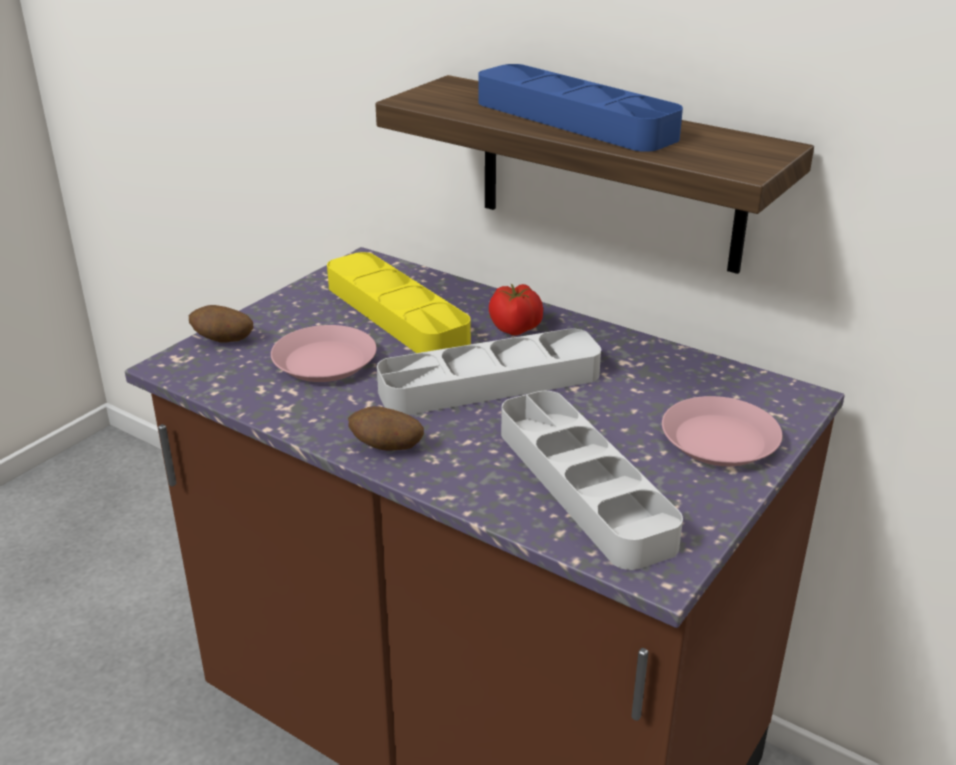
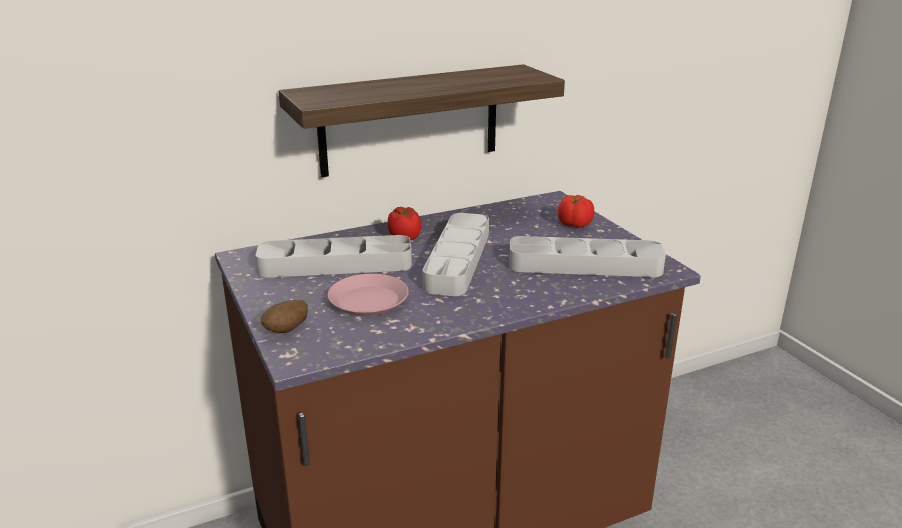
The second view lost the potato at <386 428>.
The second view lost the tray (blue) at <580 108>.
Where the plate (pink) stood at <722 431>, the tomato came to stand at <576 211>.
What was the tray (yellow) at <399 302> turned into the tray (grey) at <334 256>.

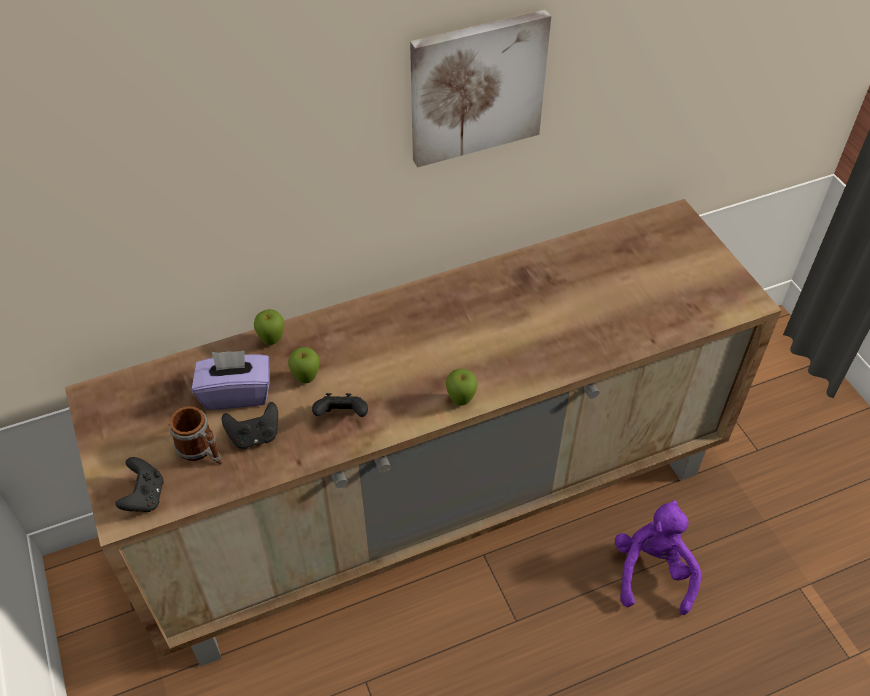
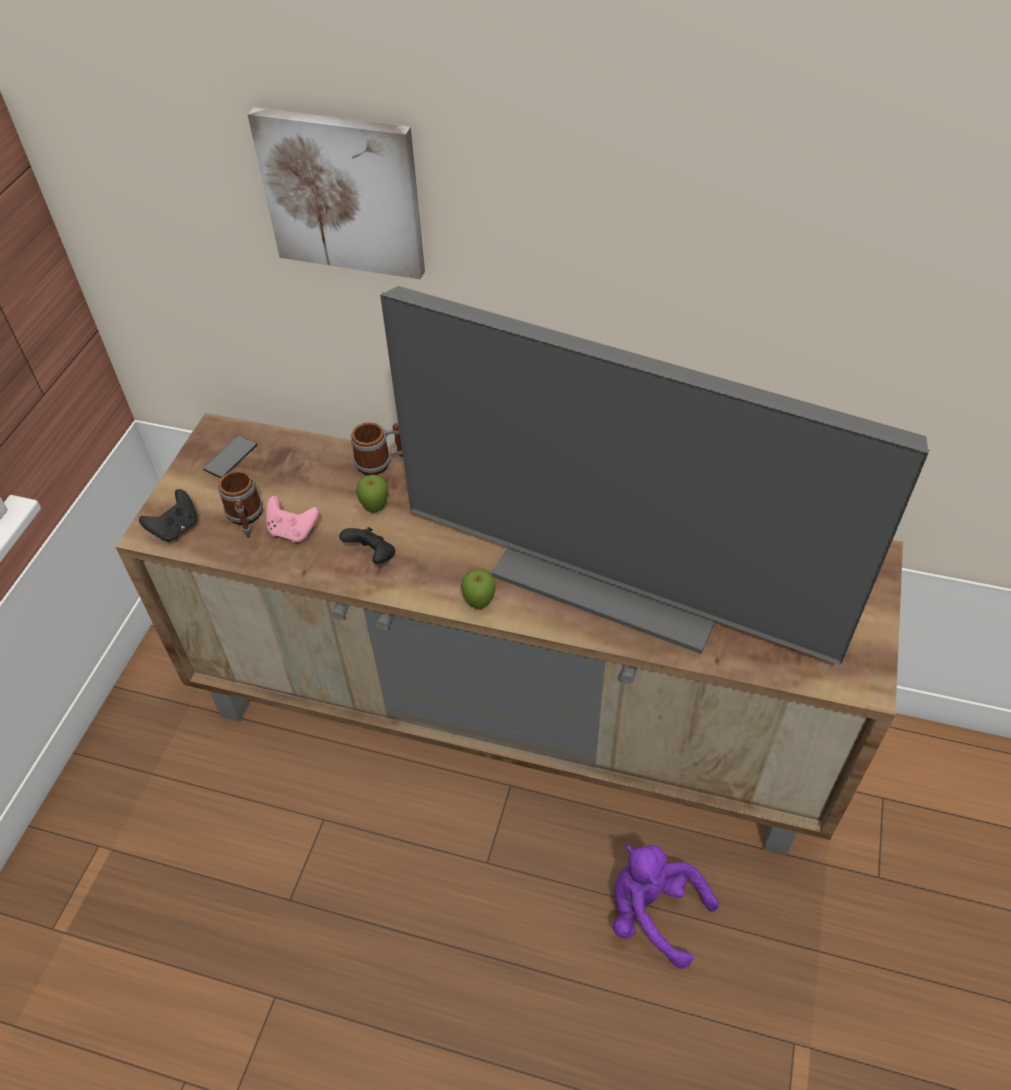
The second view lost the tissue box (purple) at <230 380>.
The second view gained the phone at <230 456>.
The second view gained the television at <655 475>.
The picture ended up elsewhere, having gone from <480 89> to <336 193>.
Where the apple stood at <269 327>, the mug came to stand at <377 448>.
What was the game controller (black) at <250 425> turned into the game controller (pink) at <292 519>.
The plush toy (purple) at <658 557> ended up facing another way, 105 degrees counterclockwise from before.

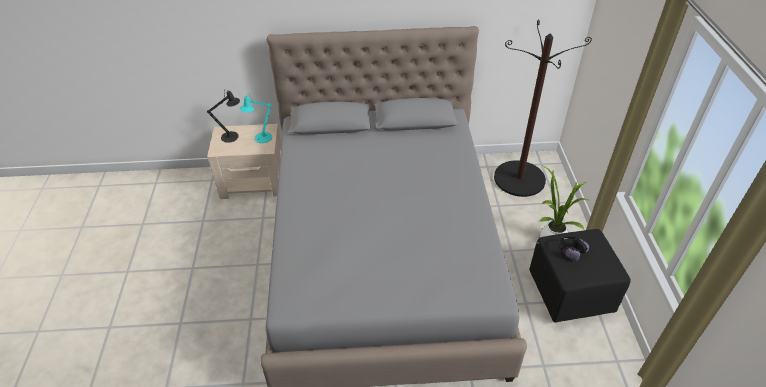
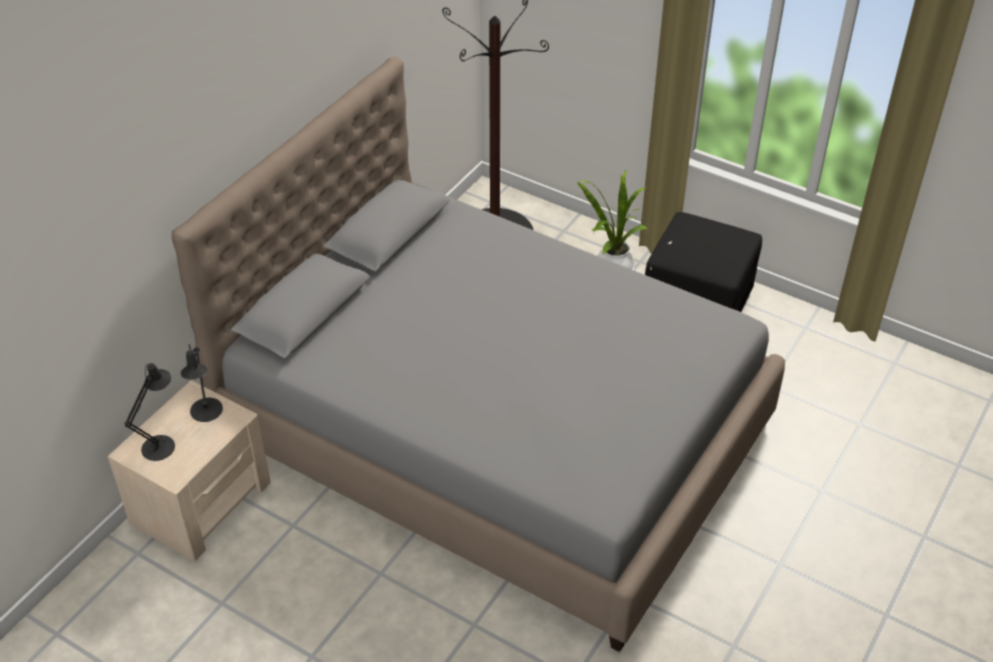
The second view lost the headphones at <573 248>.
What was the table lamp (turquoise) at <256 118> turned into the table lamp (black) at <202 383>.

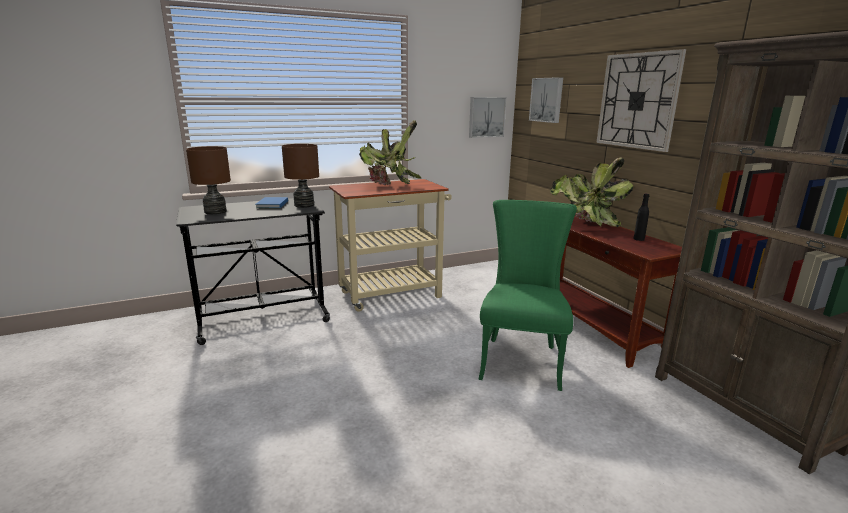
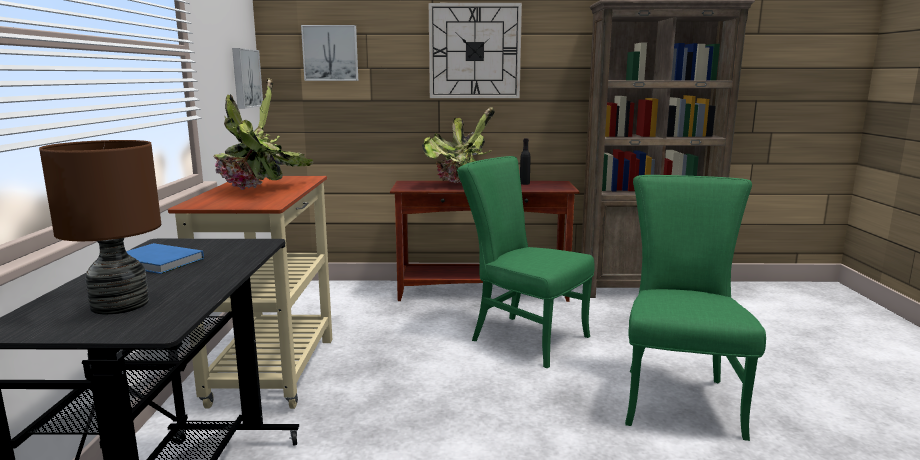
The second view lost the table lamp (brown) at <300 176>.
The second view gained the chair (green) at <695 308>.

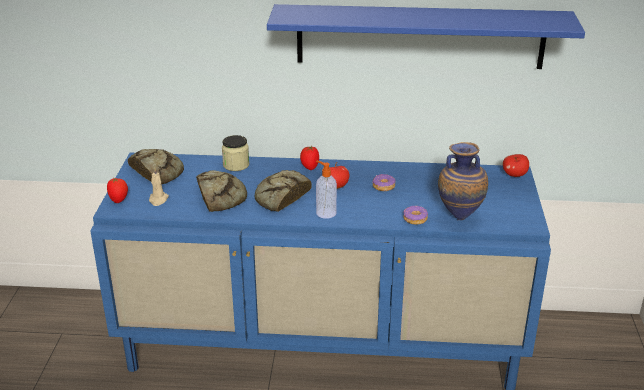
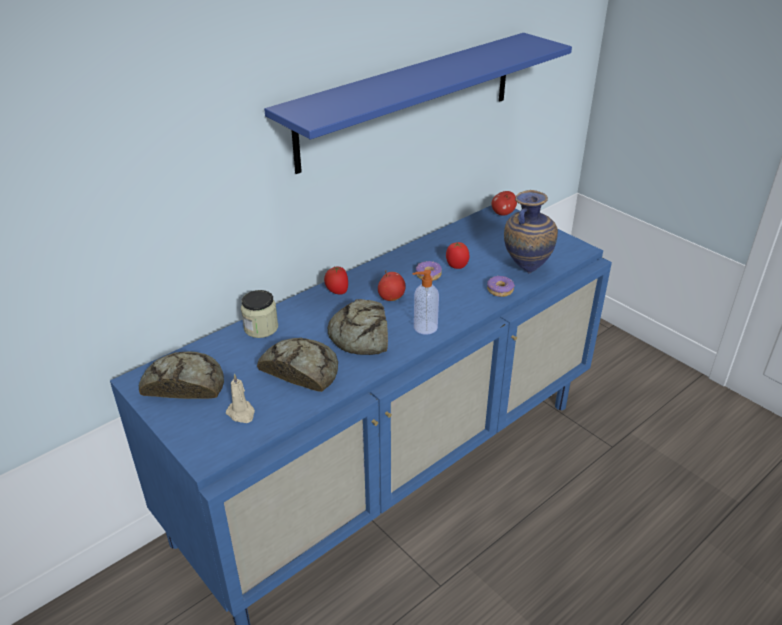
The tomato ended up elsewhere, having gone from <117 190> to <458 255>.

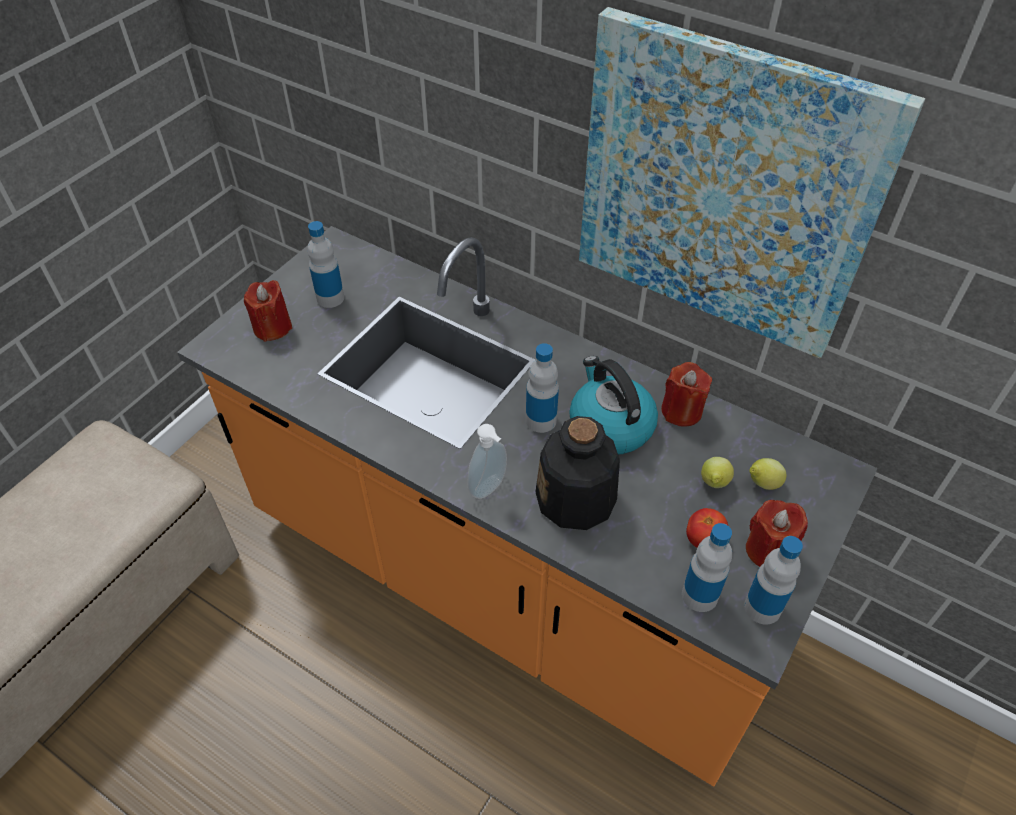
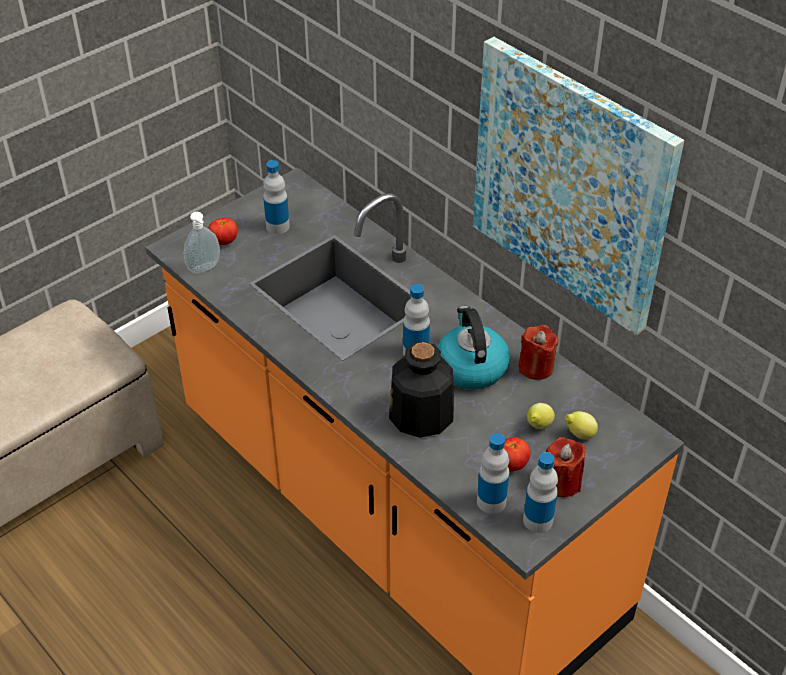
The soap dispenser ended up elsewhere, having gone from <487 461> to <202 243>.
Where the candle (red) stood at <268 311>, the tomato came to stand at <222 231>.

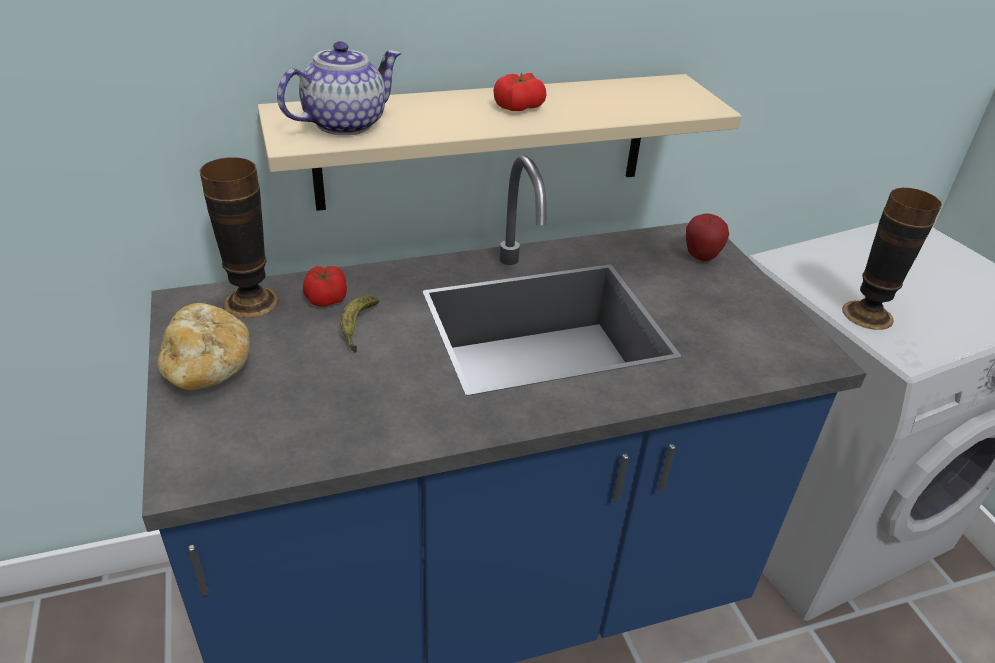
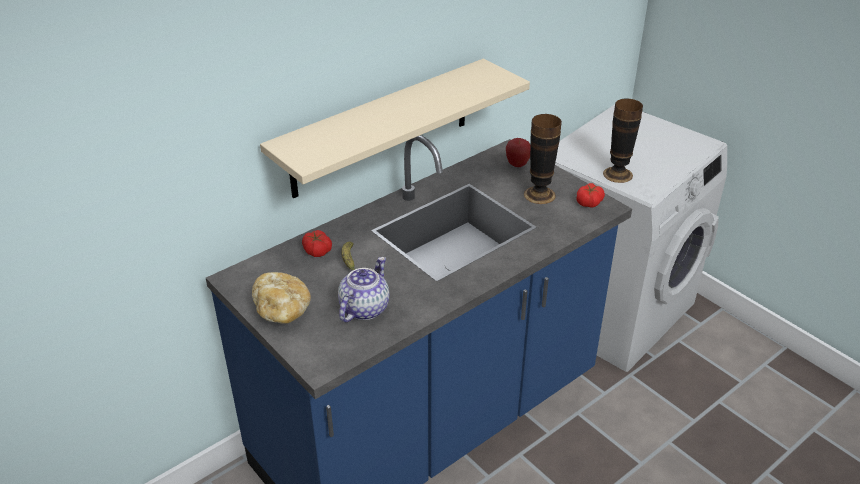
The vase ended up elsewhere, having gone from <240 237> to <543 159>.
The teapot ended up elsewhere, having gone from <339 88> to <363 289>.
The tomato ended up elsewhere, having gone from <519 91> to <590 195>.

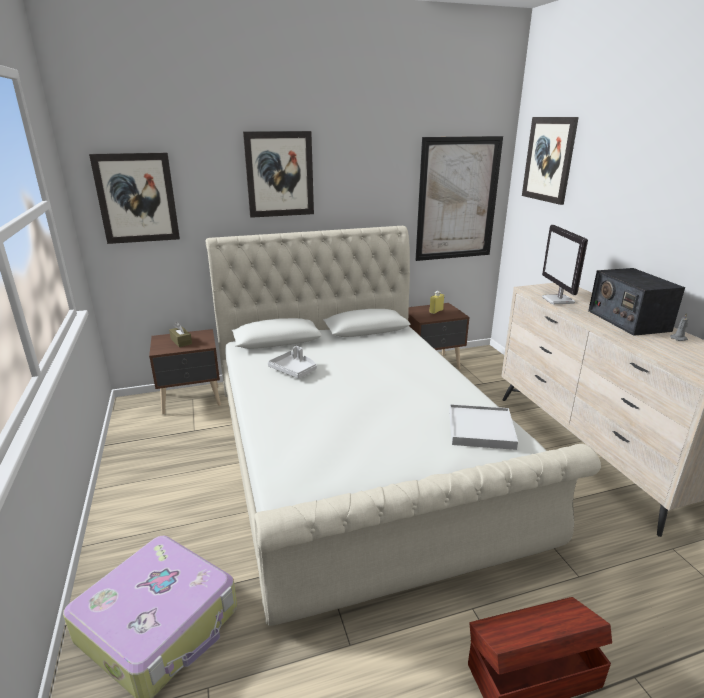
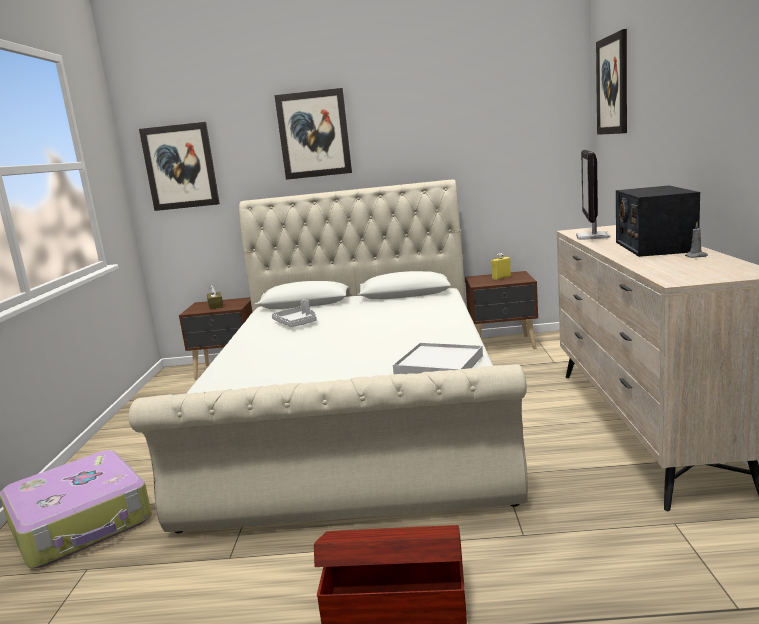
The second view lost the picture at <459 198>.

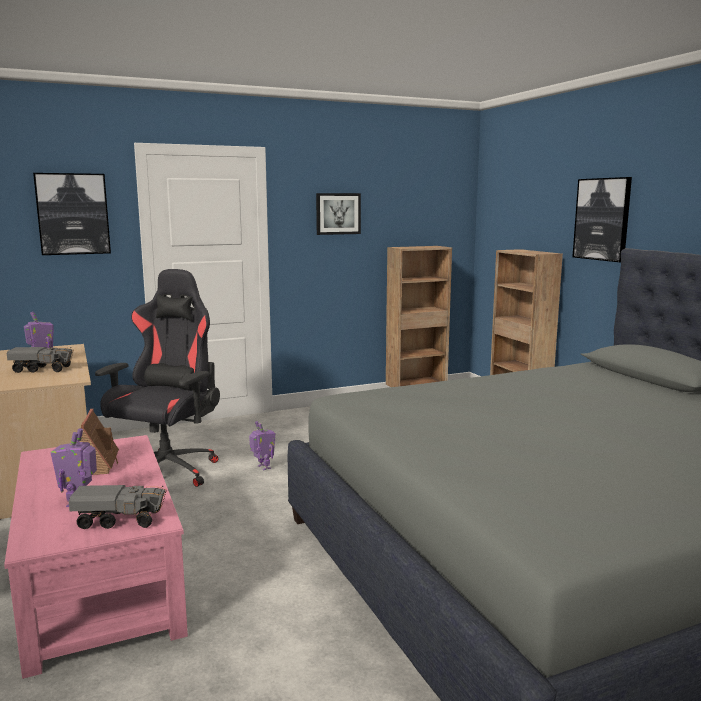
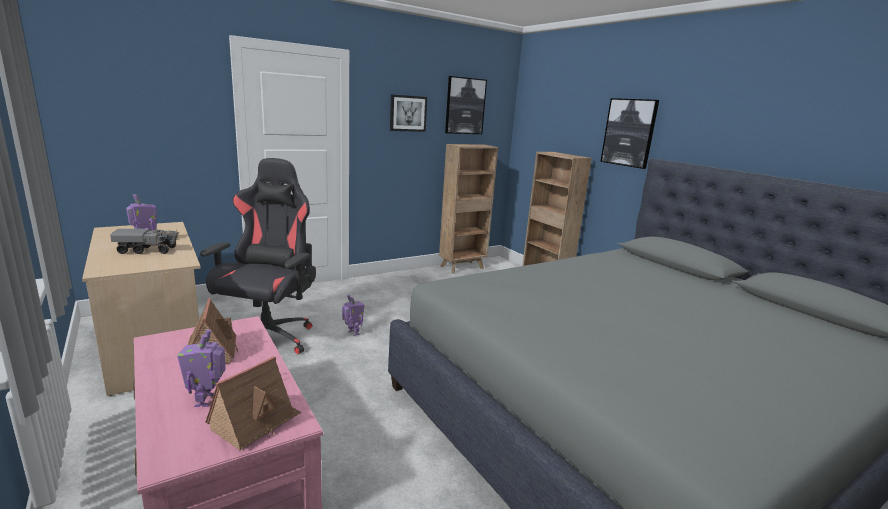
The picture ended up elsewhere, having gone from <72 214> to <466 105>.
Where the toy truck stood at <118 507>, the toy house came to stand at <253 403>.

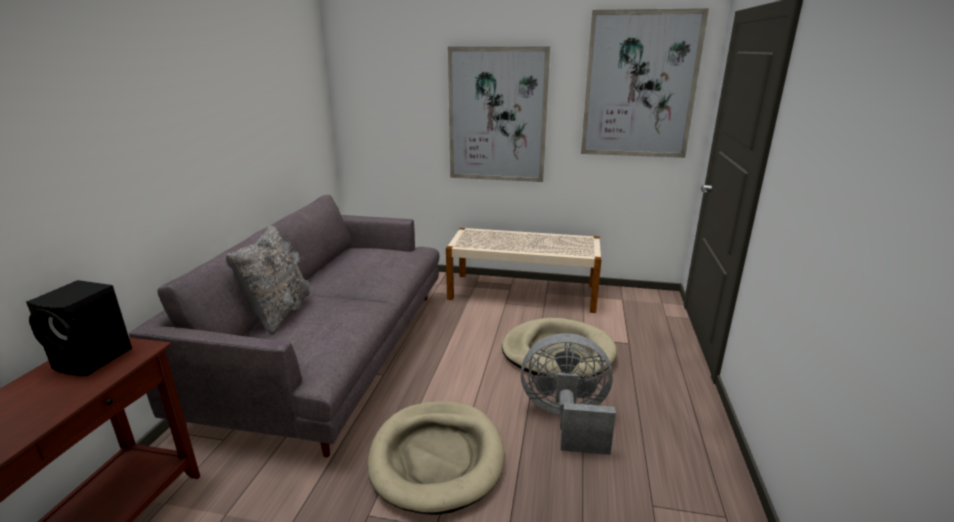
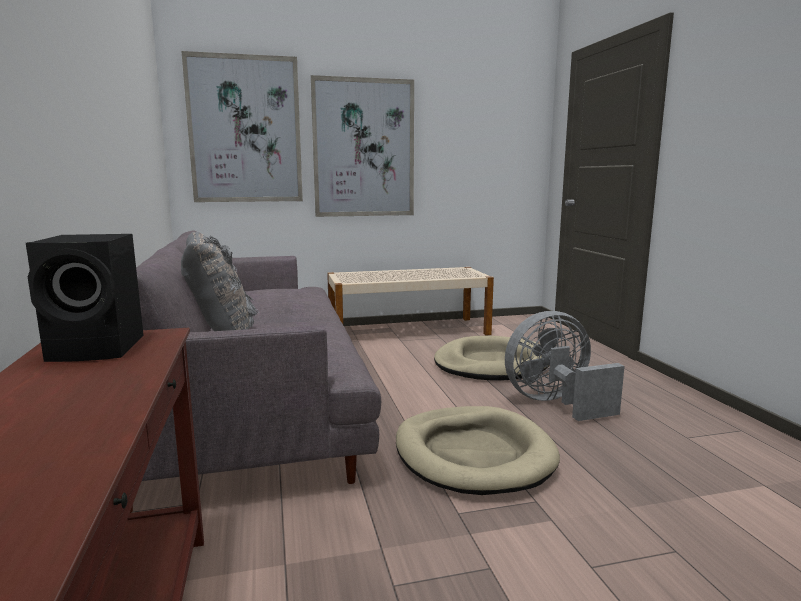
The picture ended up elsewhere, having gone from <645 83> to <242 126>.

